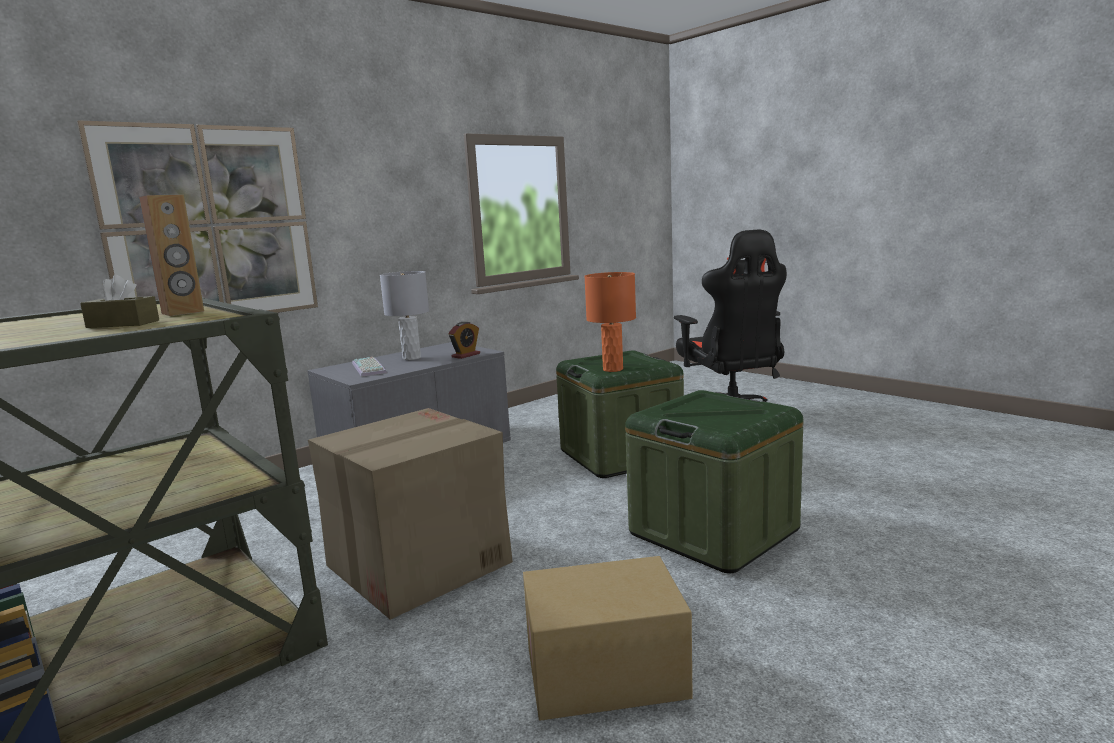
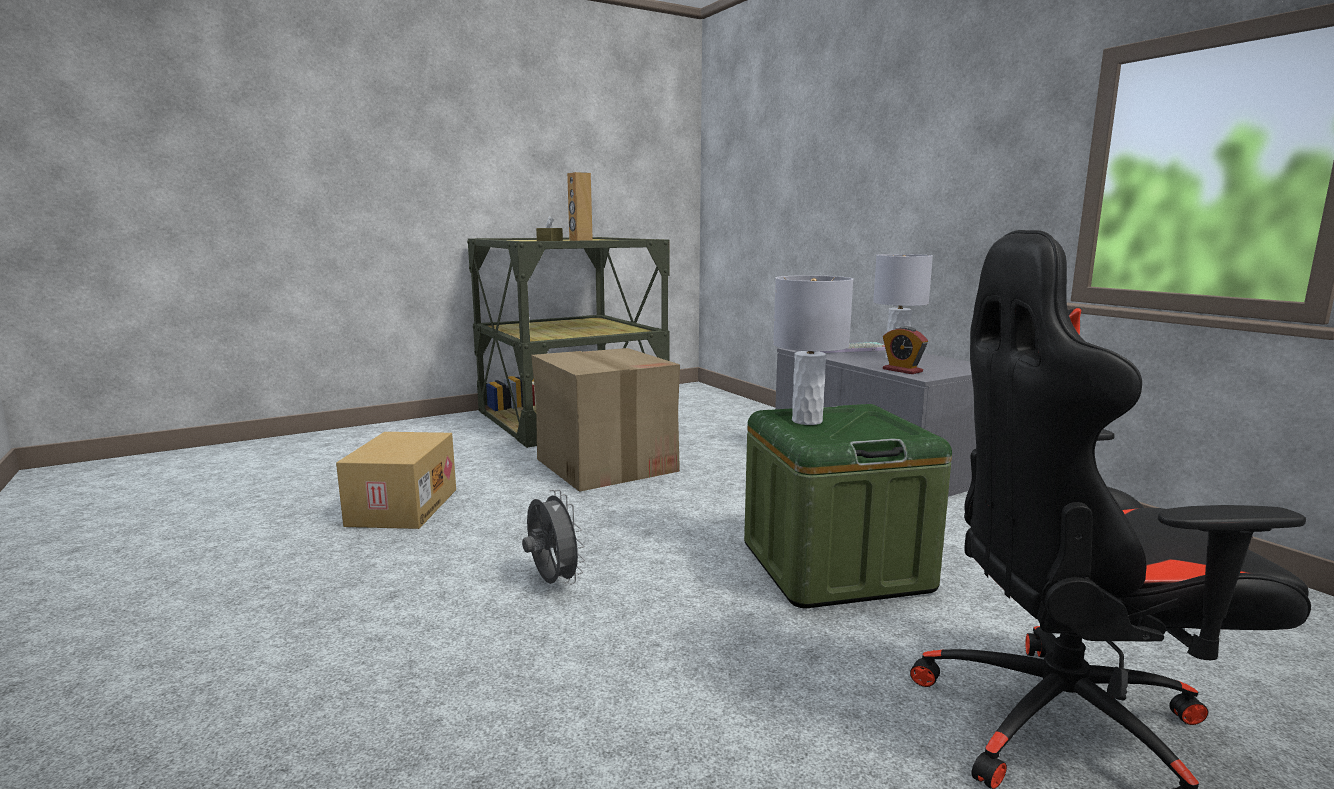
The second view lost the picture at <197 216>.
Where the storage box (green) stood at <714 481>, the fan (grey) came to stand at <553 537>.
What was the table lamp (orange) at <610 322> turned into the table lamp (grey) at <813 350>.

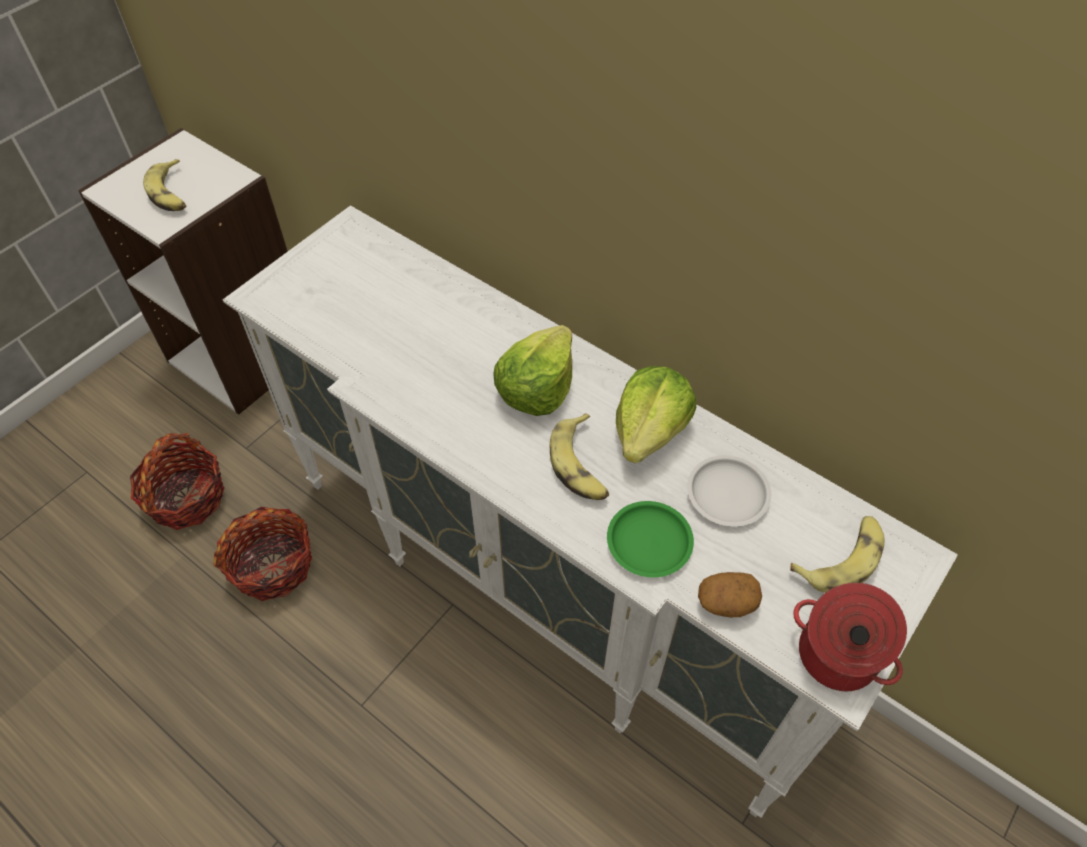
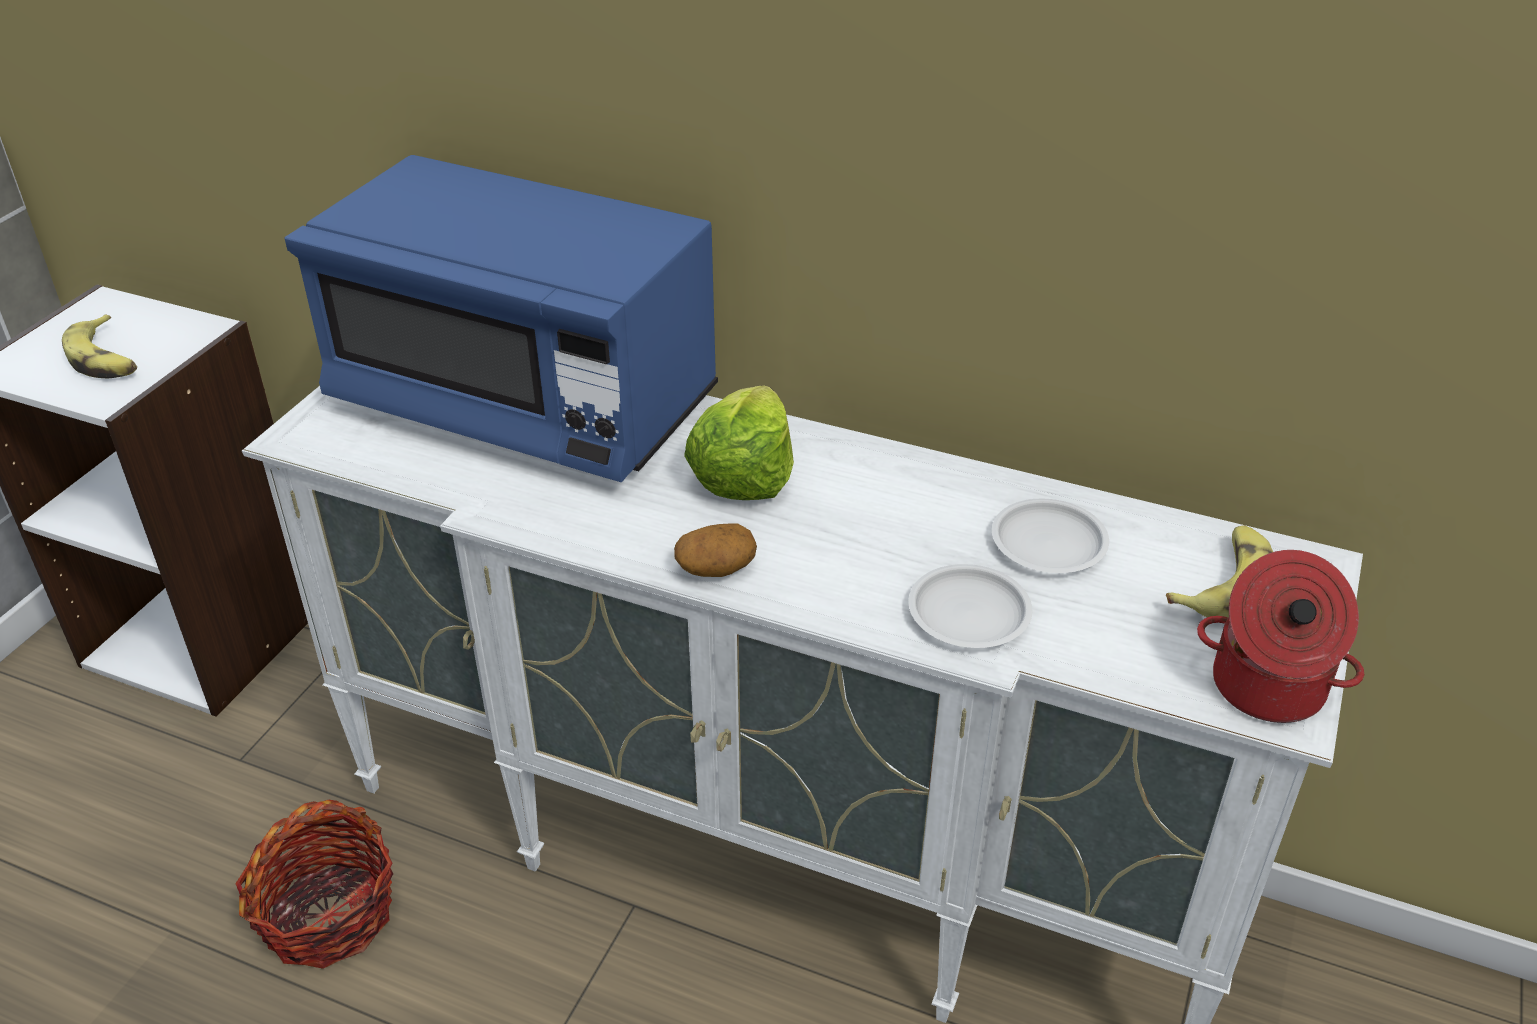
The second view lost the basket at <177 481>.
The second view lost the banana at <579 456>.
The second view lost the lettuce at <656 414>.
The second view gained the microwave (blue) at <501 318>.
The potato ended up elsewhere, having gone from <730 595> to <715 550>.
What was the plate (green) at <650 539> turned into the plate (white) at <970 606>.

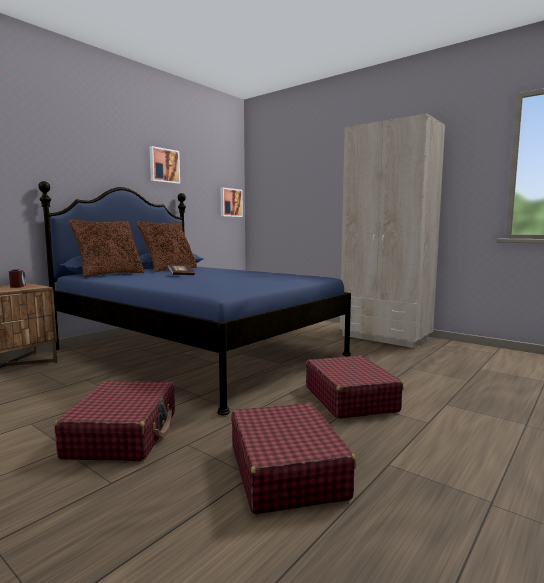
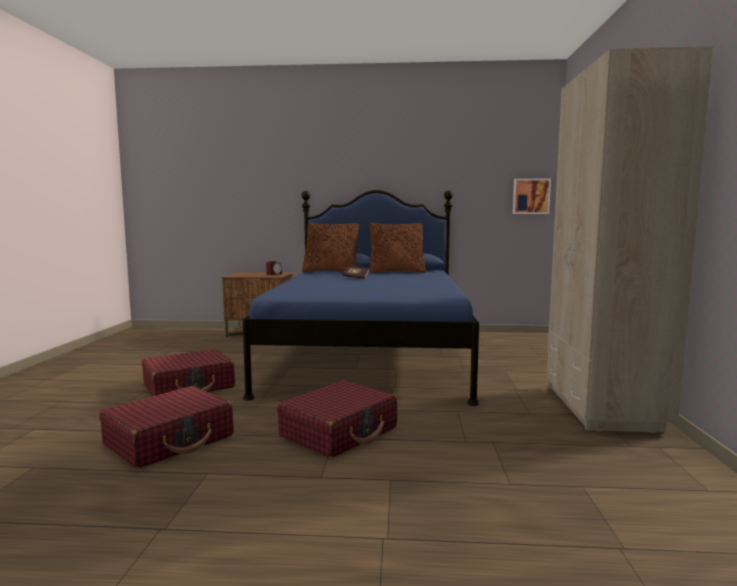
The second view lost the picture at <165 165>.

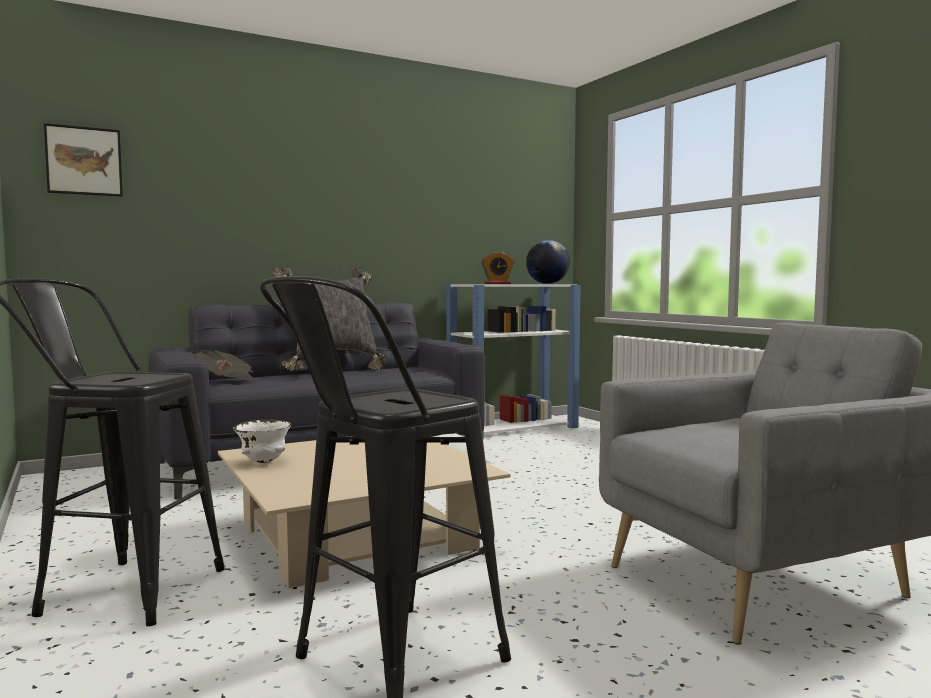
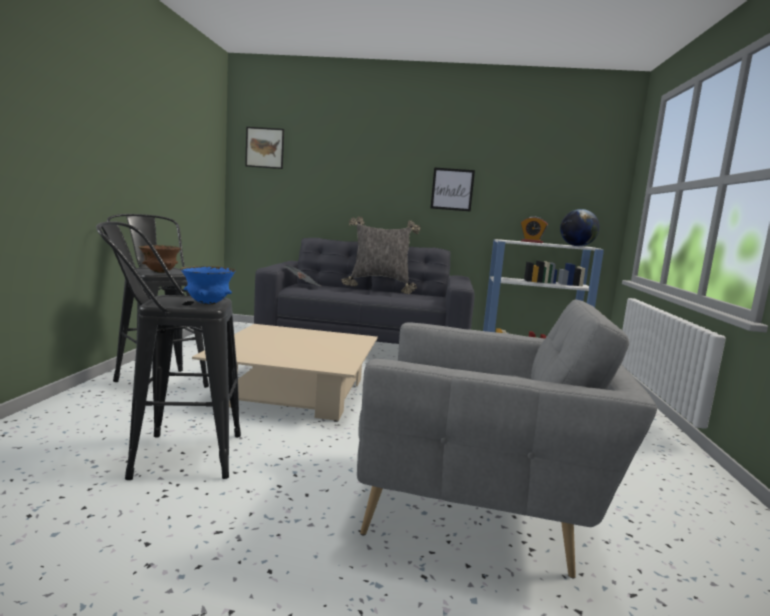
The second view lost the bowl (white) at <262 441>.
The second view gained the bowl (brown) at <160 259>.
The second view gained the bowl (blue) at <208 285>.
The second view gained the picture at <453 189>.

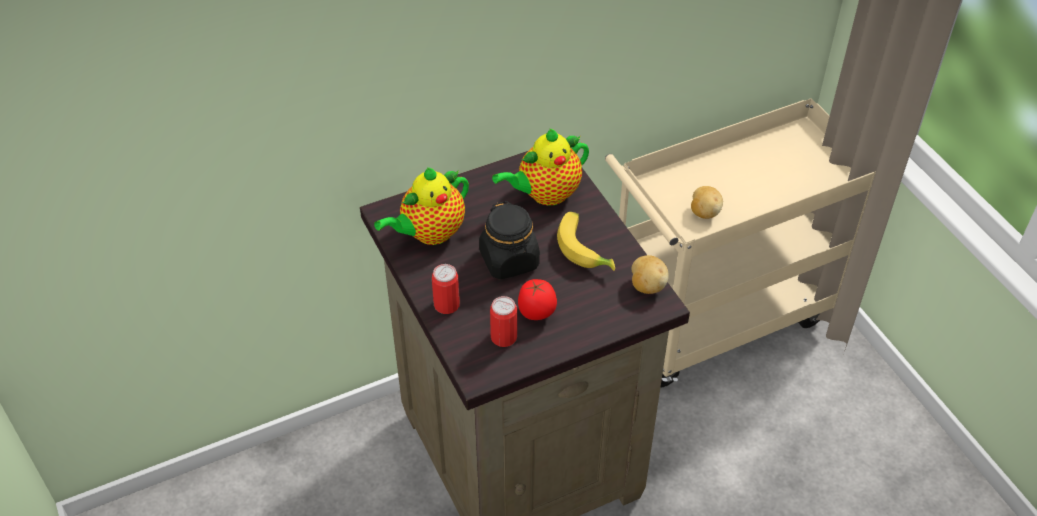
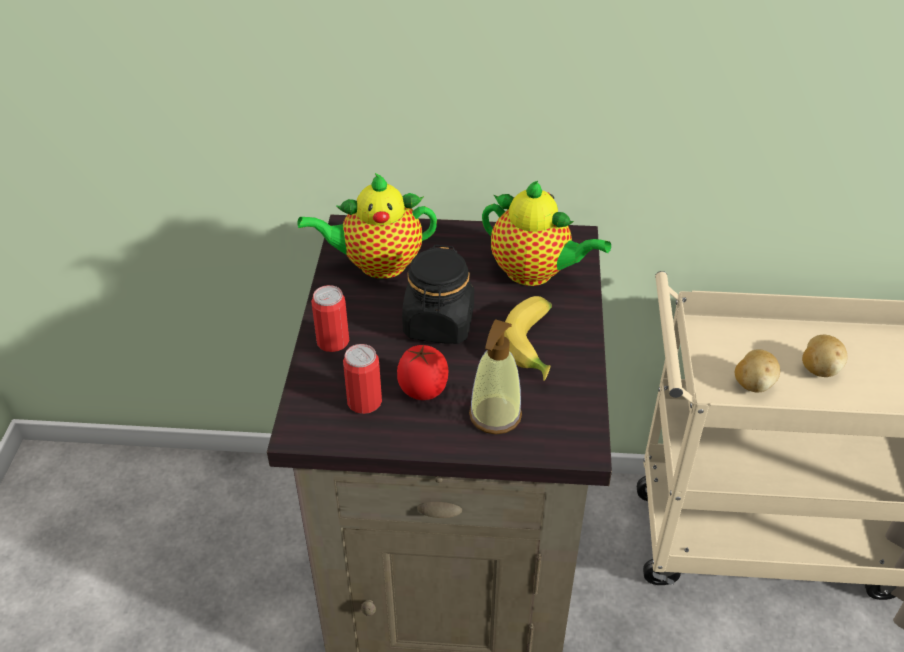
The second view gained the soap dispenser at <495 376>.
The potato ended up elsewhere, having gone from <650 274> to <825 356>.
The teapot at <540 167> ended up facing another way, 150 degrees counterclockwise from before.

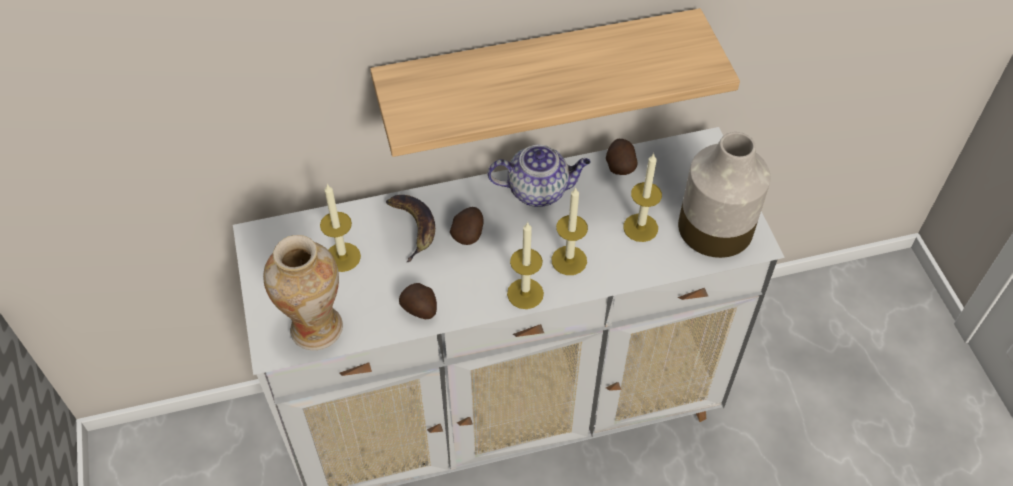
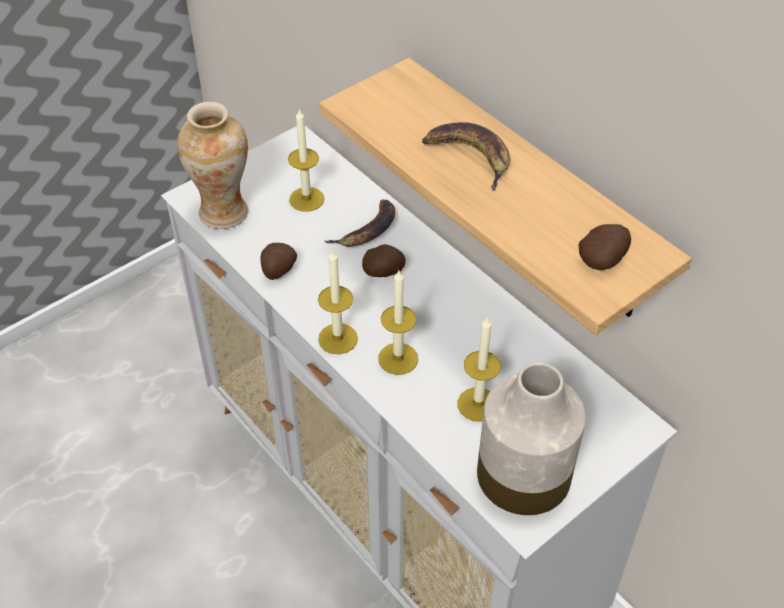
The second view lost the teapot at <539 175>.
The second view gained the banana at <466 156>.
The potato ended up elsewhere, having gone from <621 157> to <605 247>.

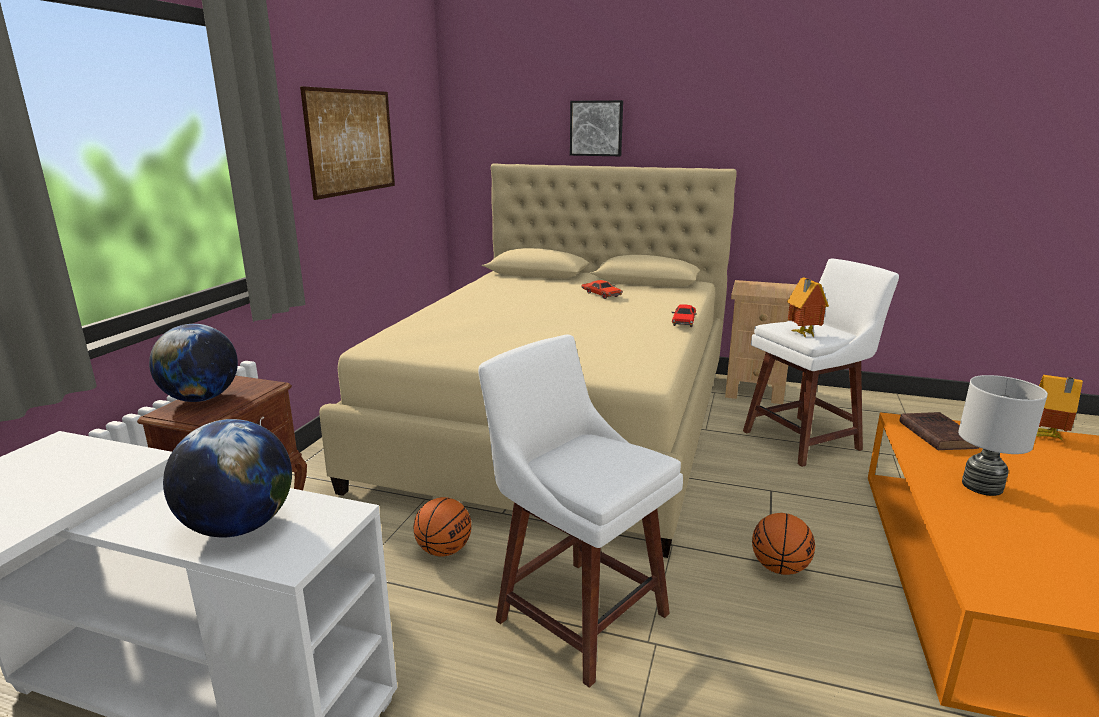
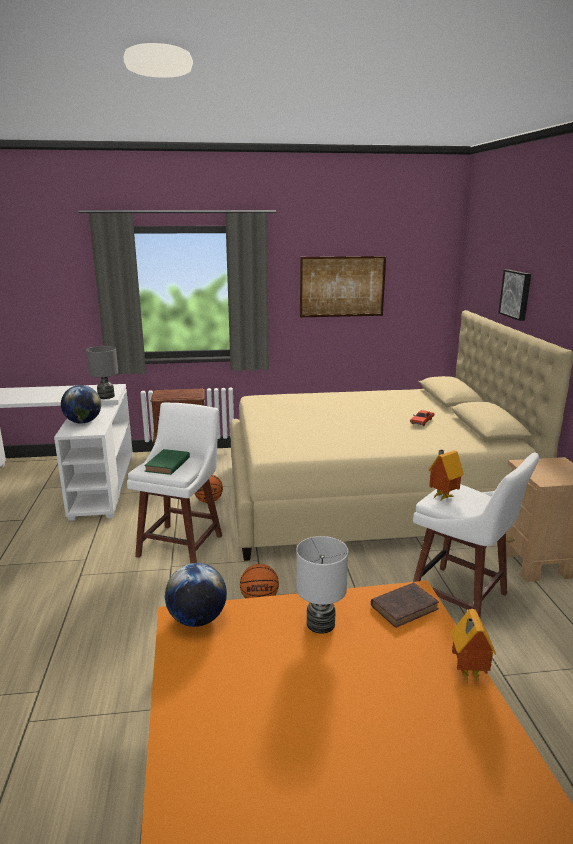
The second view lost the toy car (red) at <684 316>.
The second view gained the table lamp (grey) at <102 372>.
The second view gained the book (green) at <167 462>.
The globe ended up elsewhere, having gone from <193 363> to <196 595>.

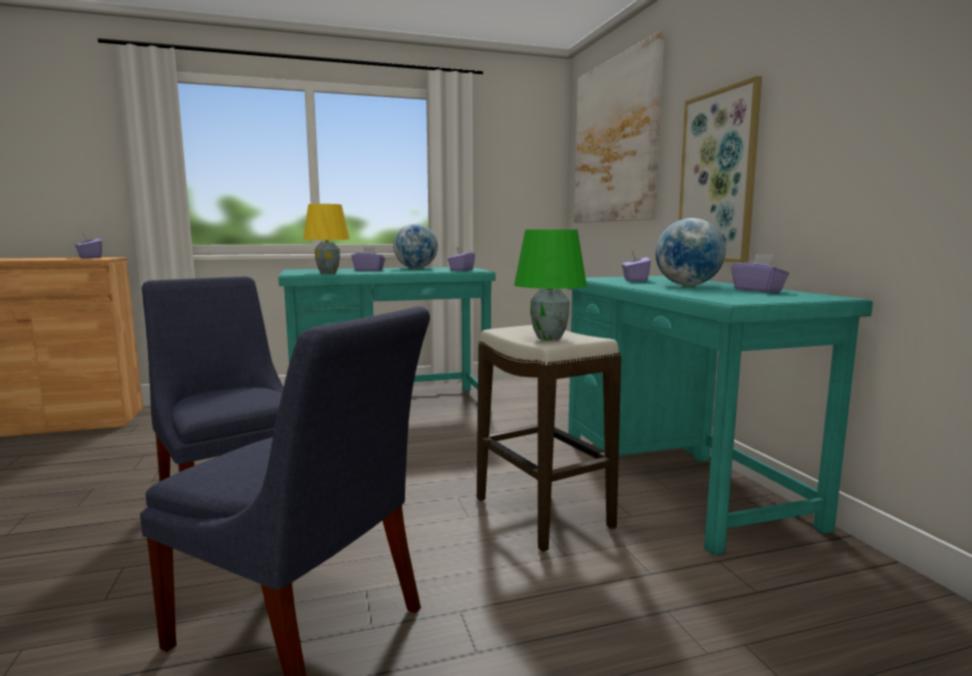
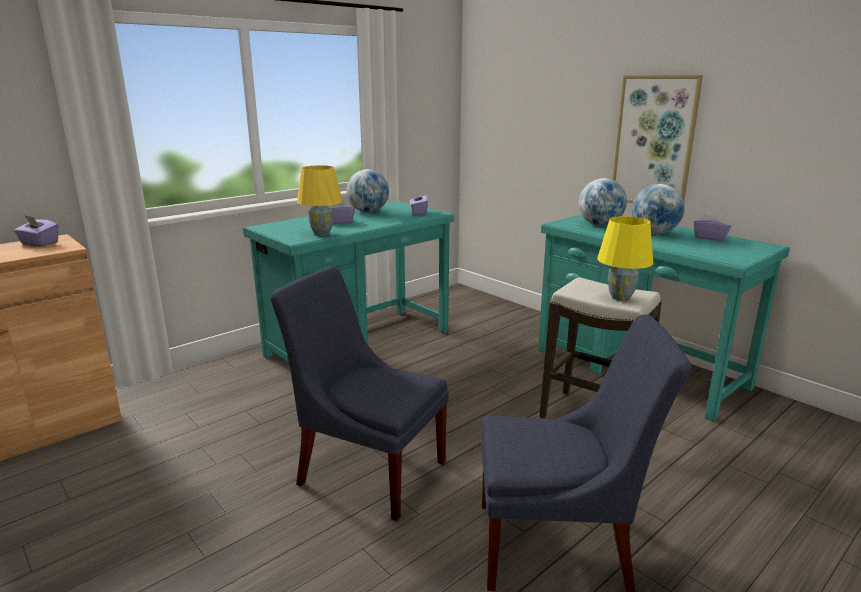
The second view lost the picture at <619 127>.
Where the tissue box (purple) stood at <636 266>, the globe came to stand at <603 202>.
What was the table lamp (green) at <550 284> turned into the table lamp (yellow) at <625 258>.

